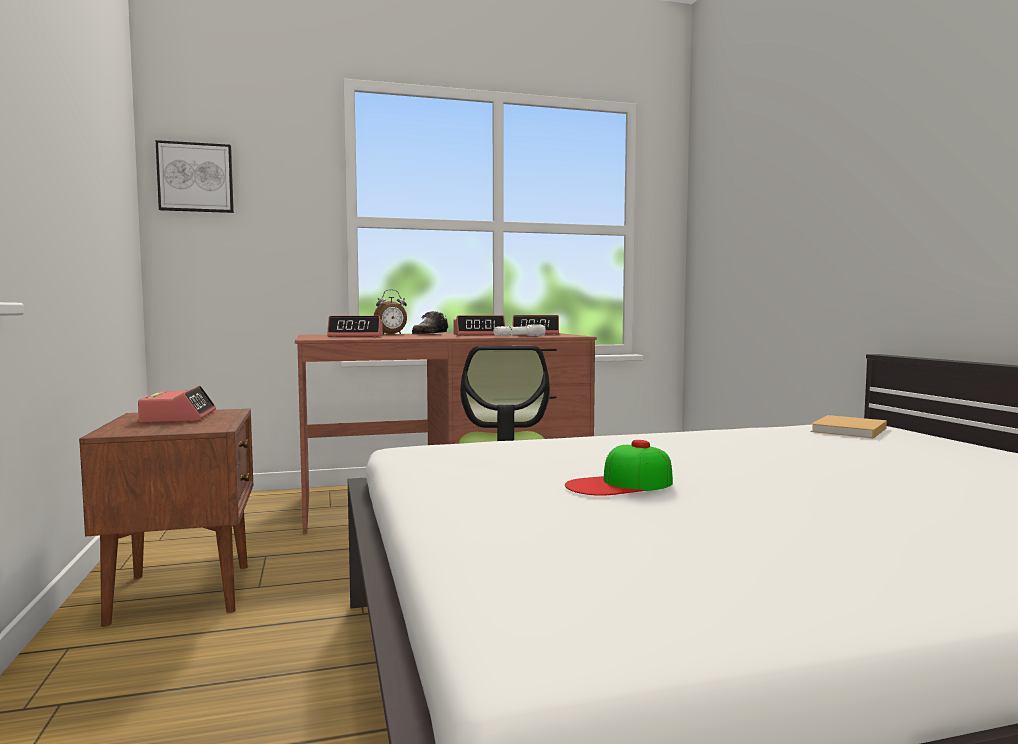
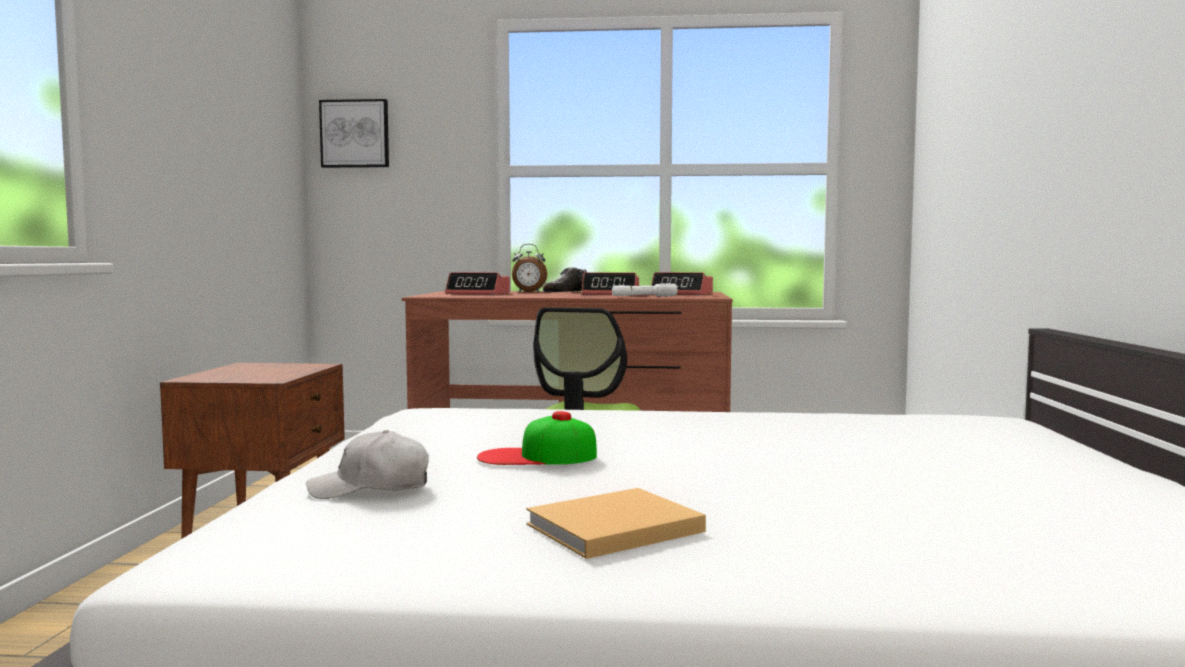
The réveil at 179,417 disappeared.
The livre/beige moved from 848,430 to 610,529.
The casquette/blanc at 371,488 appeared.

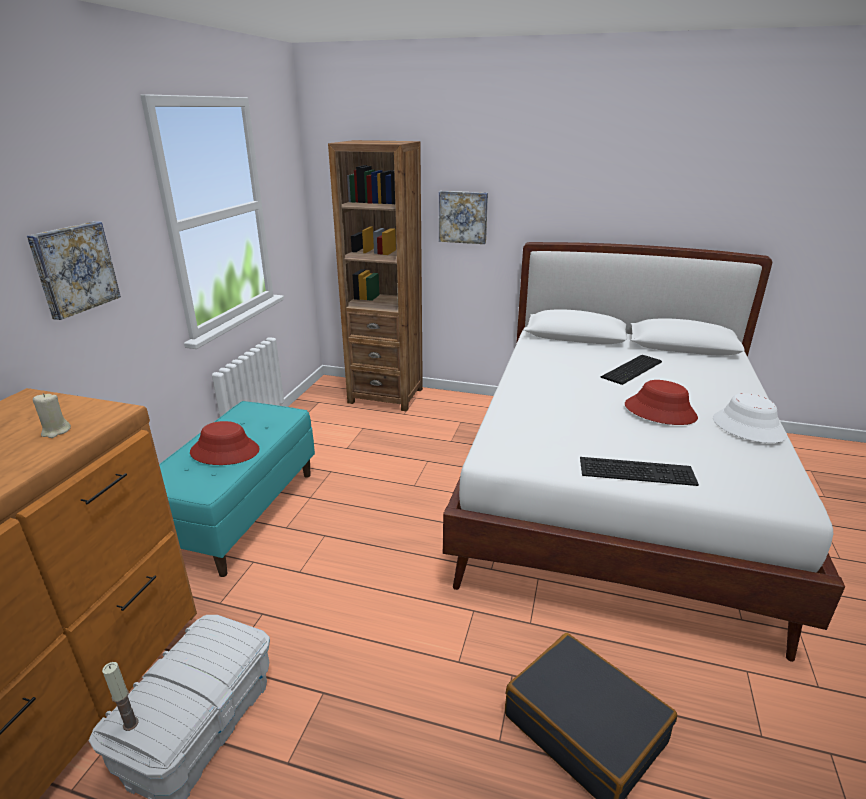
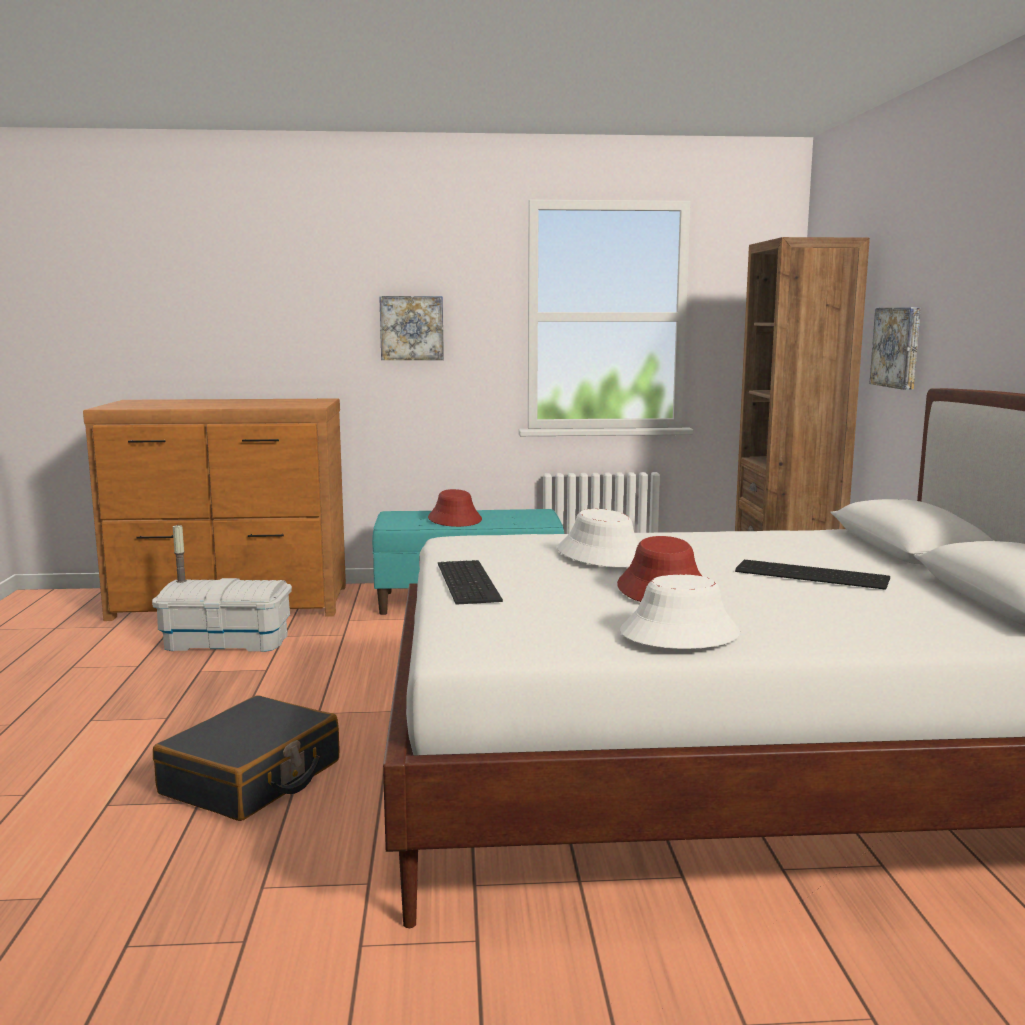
The bougie/beige at 55,431 disappeared.
The chapeau/blanc at 602,555 appeared.

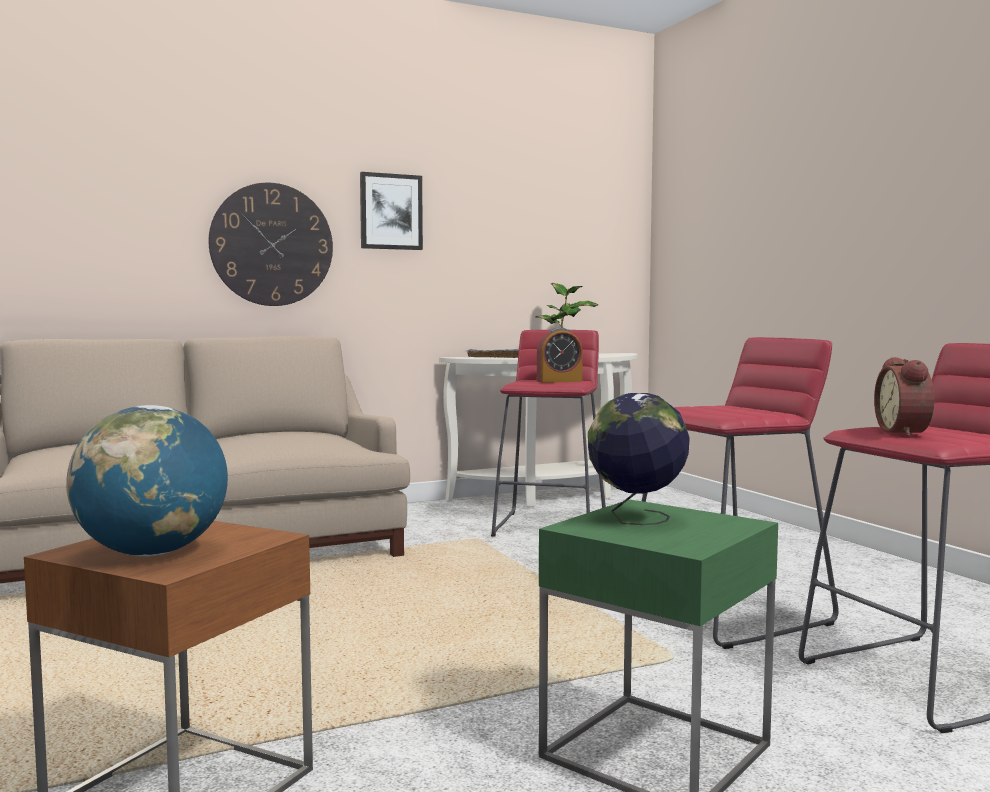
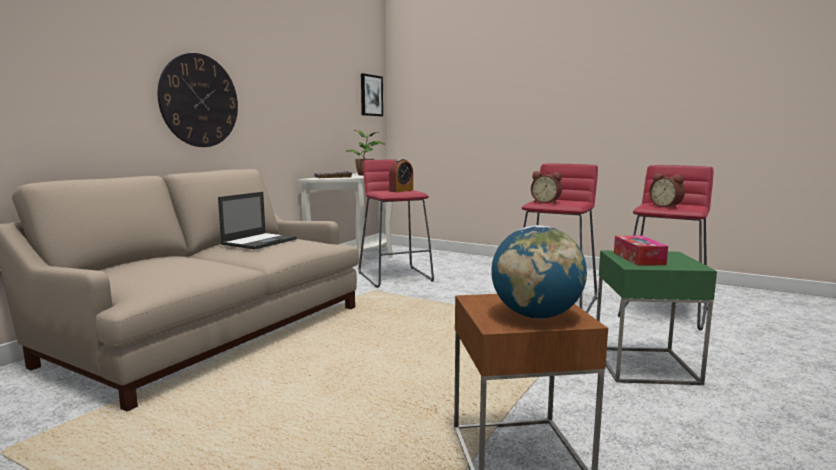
The tableau moved from 390,212 to 371,95.
The globe at 636,519 was replaced by the boîte à mouchoirs at 638,258.
The ordinateur portable at 260,241 appeared.
The réveil at 546,202 appeared.

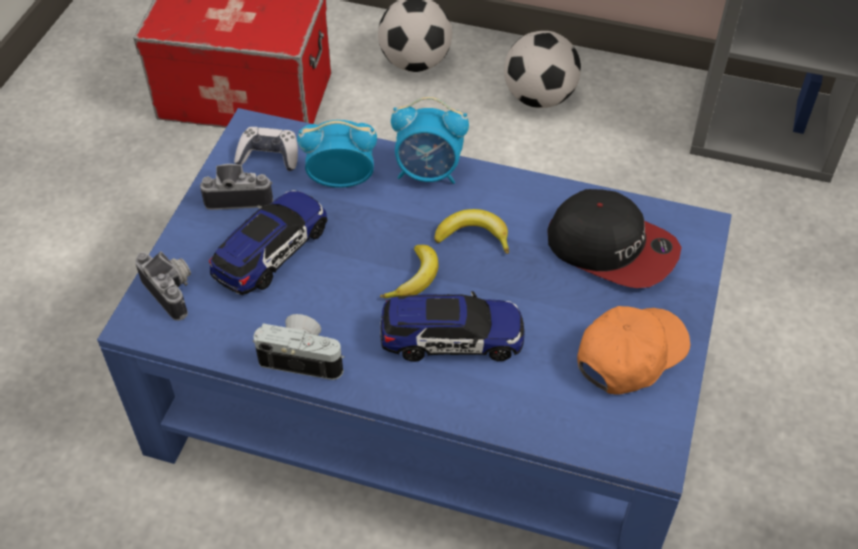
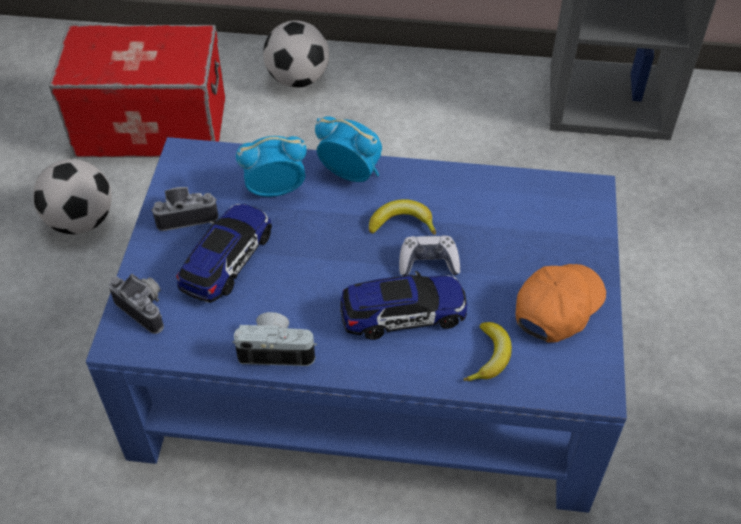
The manette moved from 269,156 to 428,263.
The banane moved from 415,279 to 489,357.
The réveil at 429,173 turned 150 degrees counterclockwise.
The ballon de foot moved from 539,98 to 81,221.
The casquette at 612,248 disappeared.

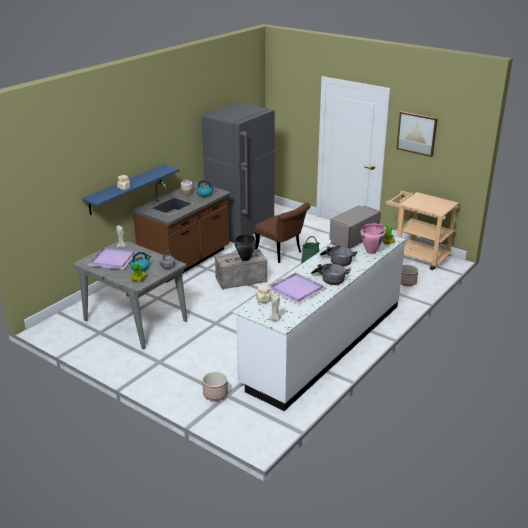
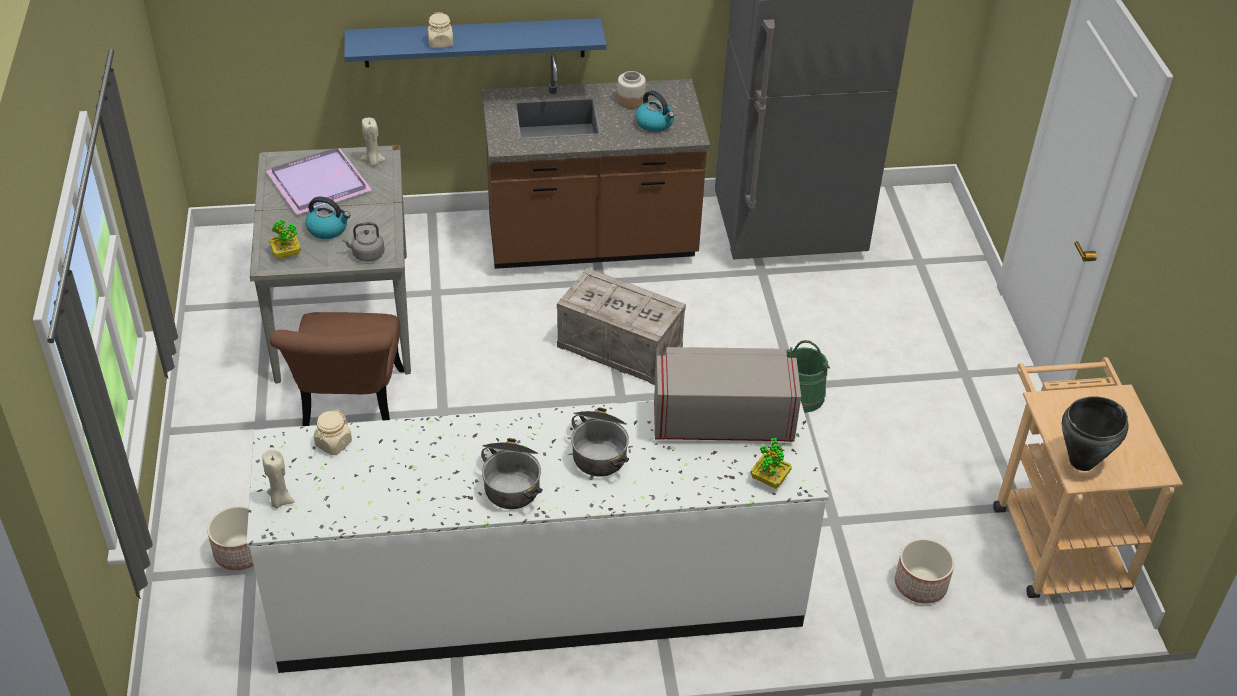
The marmite/noir moved from 245,259 to 1082,462.
The chaise/marron moved from 281,253 to 351,410.
The plateau/violet at 296,290 disappeared.
The marmite/rose at 371,251 disappeared.
The tableau at 417,133 disappeared.

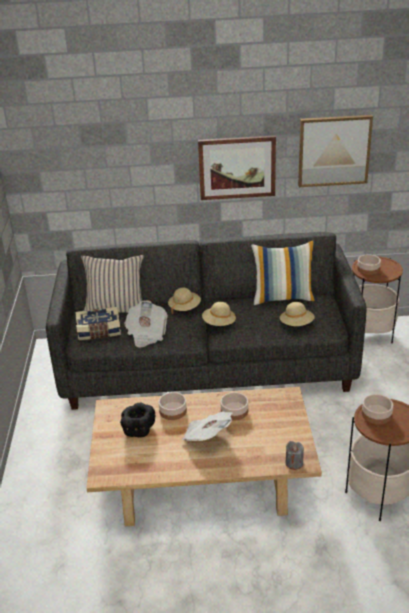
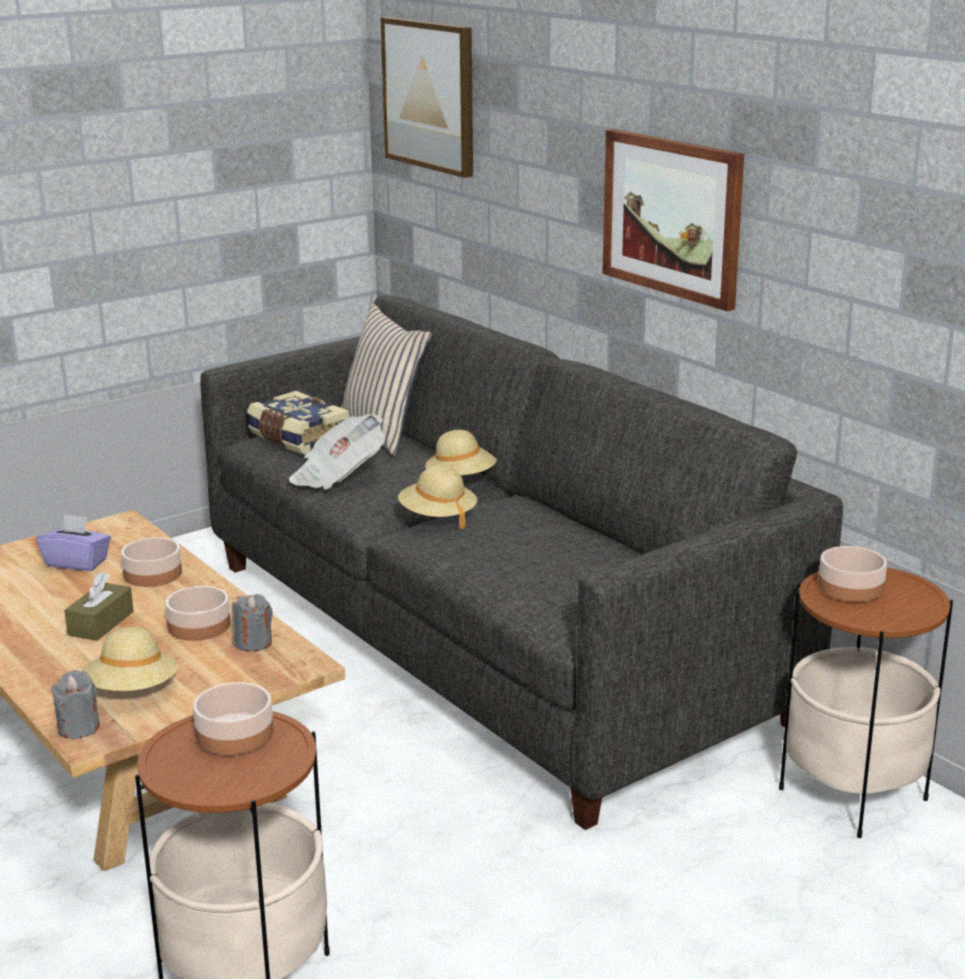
The bol/noir at 138,429 was replaced by the boîte à mouchoirs/violet at 77,562.
The journal at 207,436 was replaced by the boîte à mouchoirs/marron at 101,623.
The coussin at 283,297 disappeared.
The chapeau/beige moved from 296,324 to 132,691.
The tableau moved from 334,150 to 430,95.
The bougie/gris at 253,643 appeared.

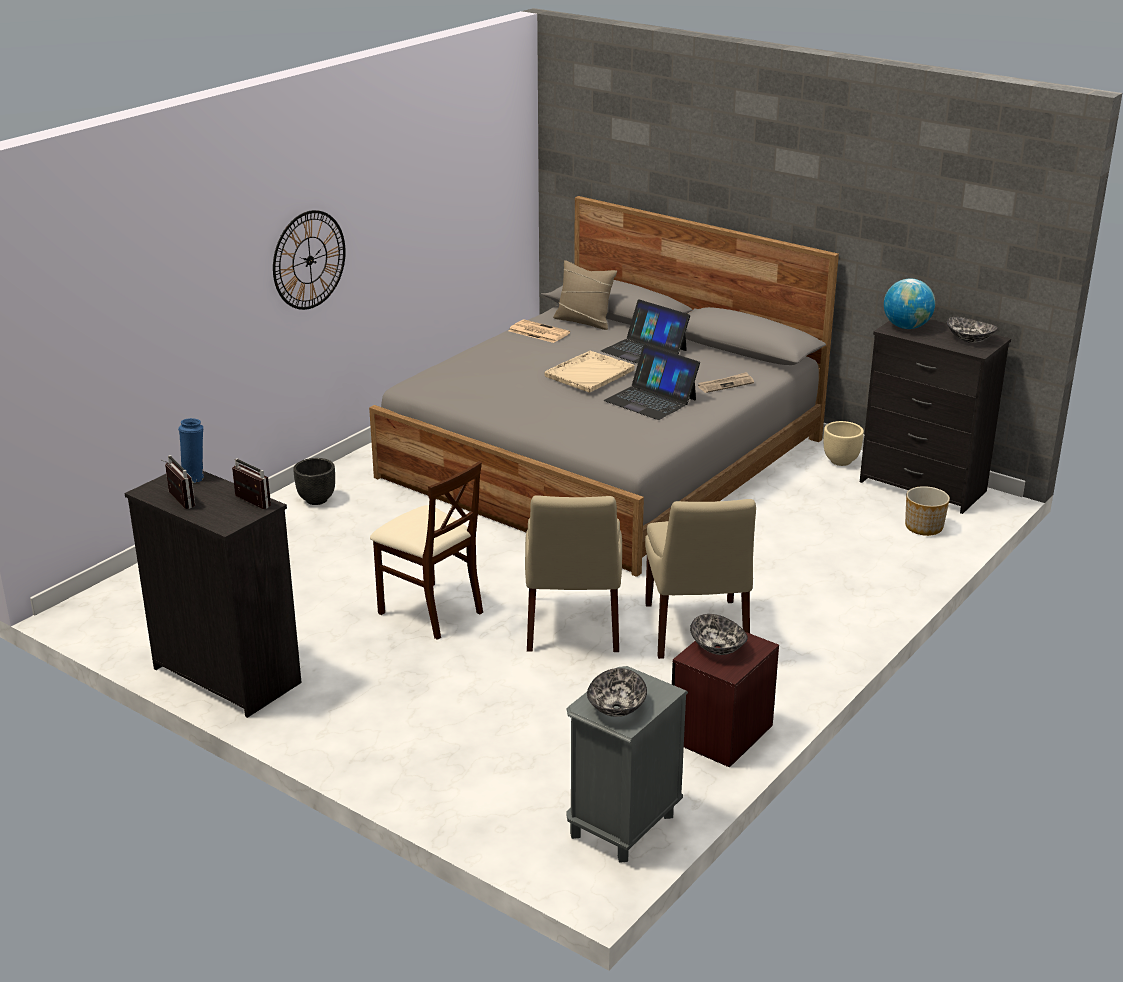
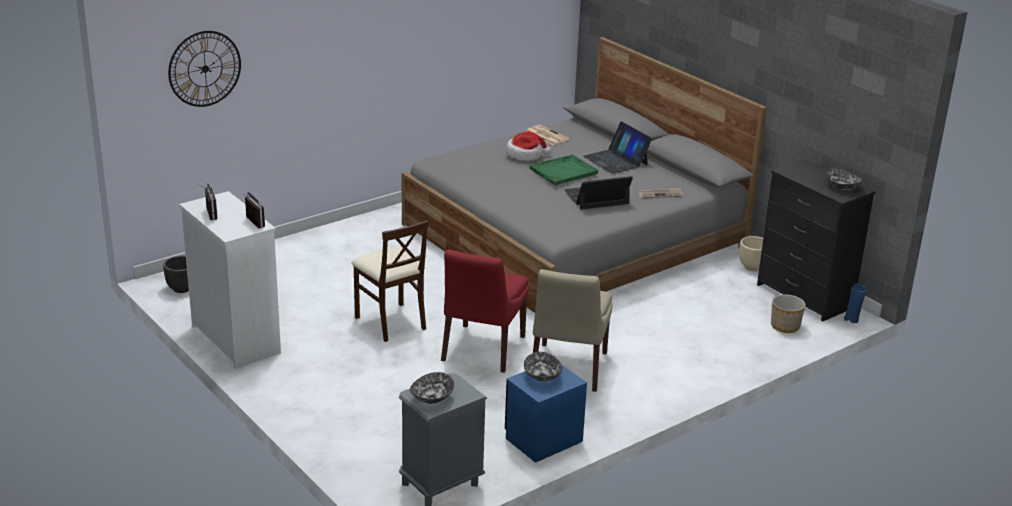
The commode/noir at 227,674 became the commode/blanc at 236,339.
The vase/bleu moved from 194,477 to 852,319.
The horloge murale moved from 309,260 to 205,68.
The cache-pot/noir moved from 316,500 to 182,288.
The chaise/beige at 573,627 became the chaise/rouge at 482,350.
The plateau/beige at 590,373 became the plateau/vert at 564,171.
The coussin/beige at 584,321 disappeared.
The ordinateur portable at 651,400 turned 105 degrees clockwise.
The table de chevet/marron at 721,733 became the table de chevet/bleu at 543,440.
The globe at 906,327 disappeared.
The chapeau at 525,155 appeared.

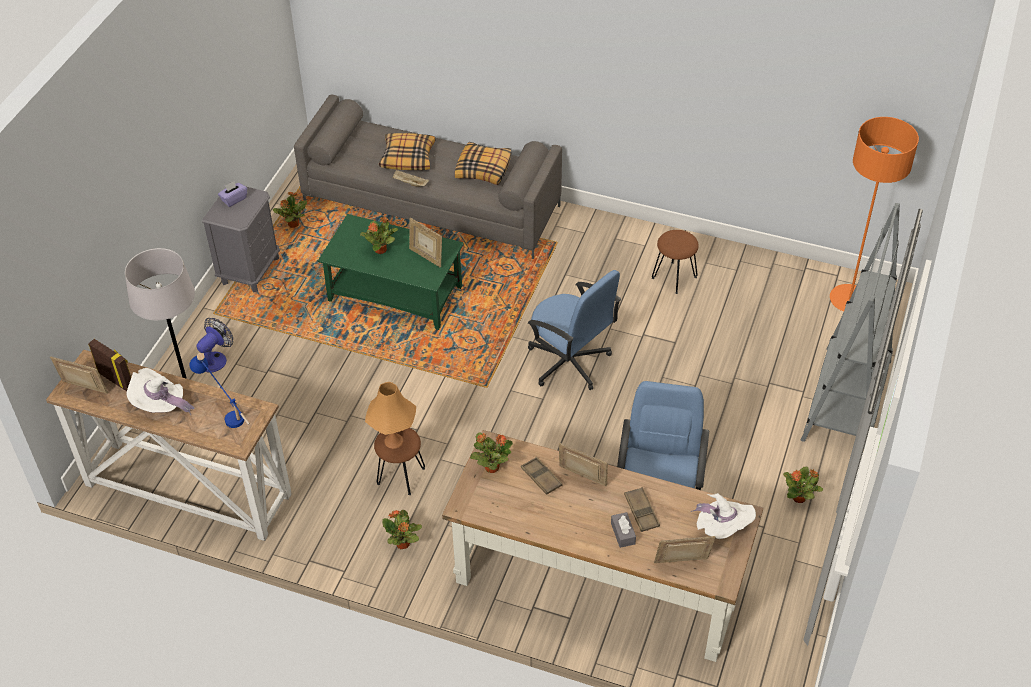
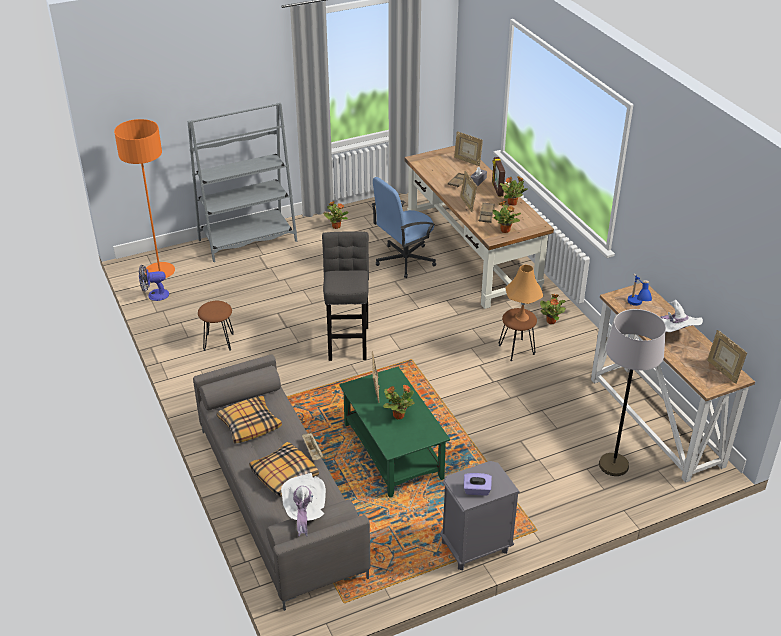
The cadre photo moved from 117,380 to 497,189.
The ventilateur moved from 216,358 to 154,295.
The plante en pot moved from 293,224 to 512,203.
The chaise de bureau/bleu at 569,363 was replaced by the tabouret/gris at 348,341.
The chapeau/blanc moved from 722,528 to 304,512.

